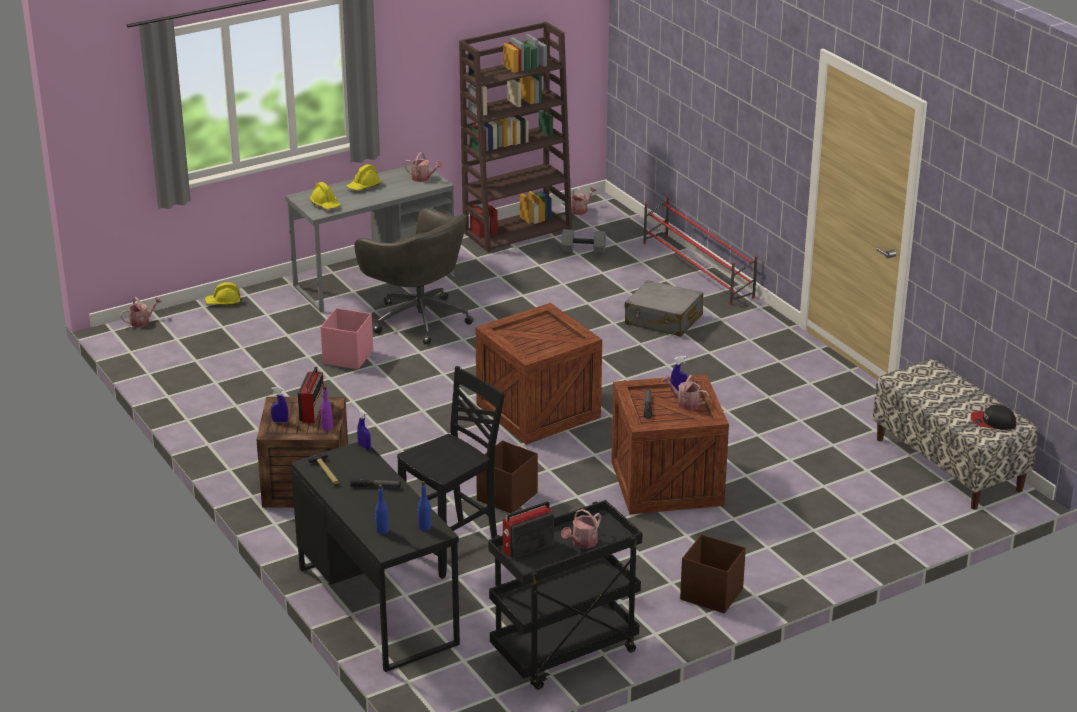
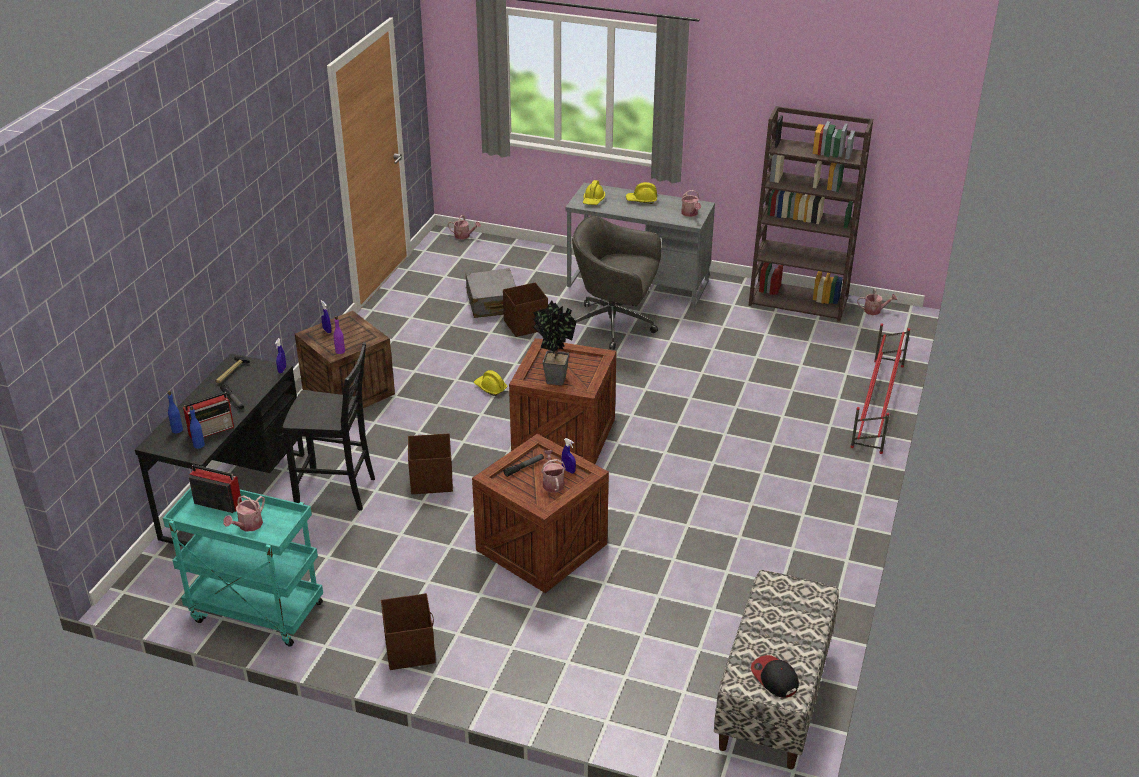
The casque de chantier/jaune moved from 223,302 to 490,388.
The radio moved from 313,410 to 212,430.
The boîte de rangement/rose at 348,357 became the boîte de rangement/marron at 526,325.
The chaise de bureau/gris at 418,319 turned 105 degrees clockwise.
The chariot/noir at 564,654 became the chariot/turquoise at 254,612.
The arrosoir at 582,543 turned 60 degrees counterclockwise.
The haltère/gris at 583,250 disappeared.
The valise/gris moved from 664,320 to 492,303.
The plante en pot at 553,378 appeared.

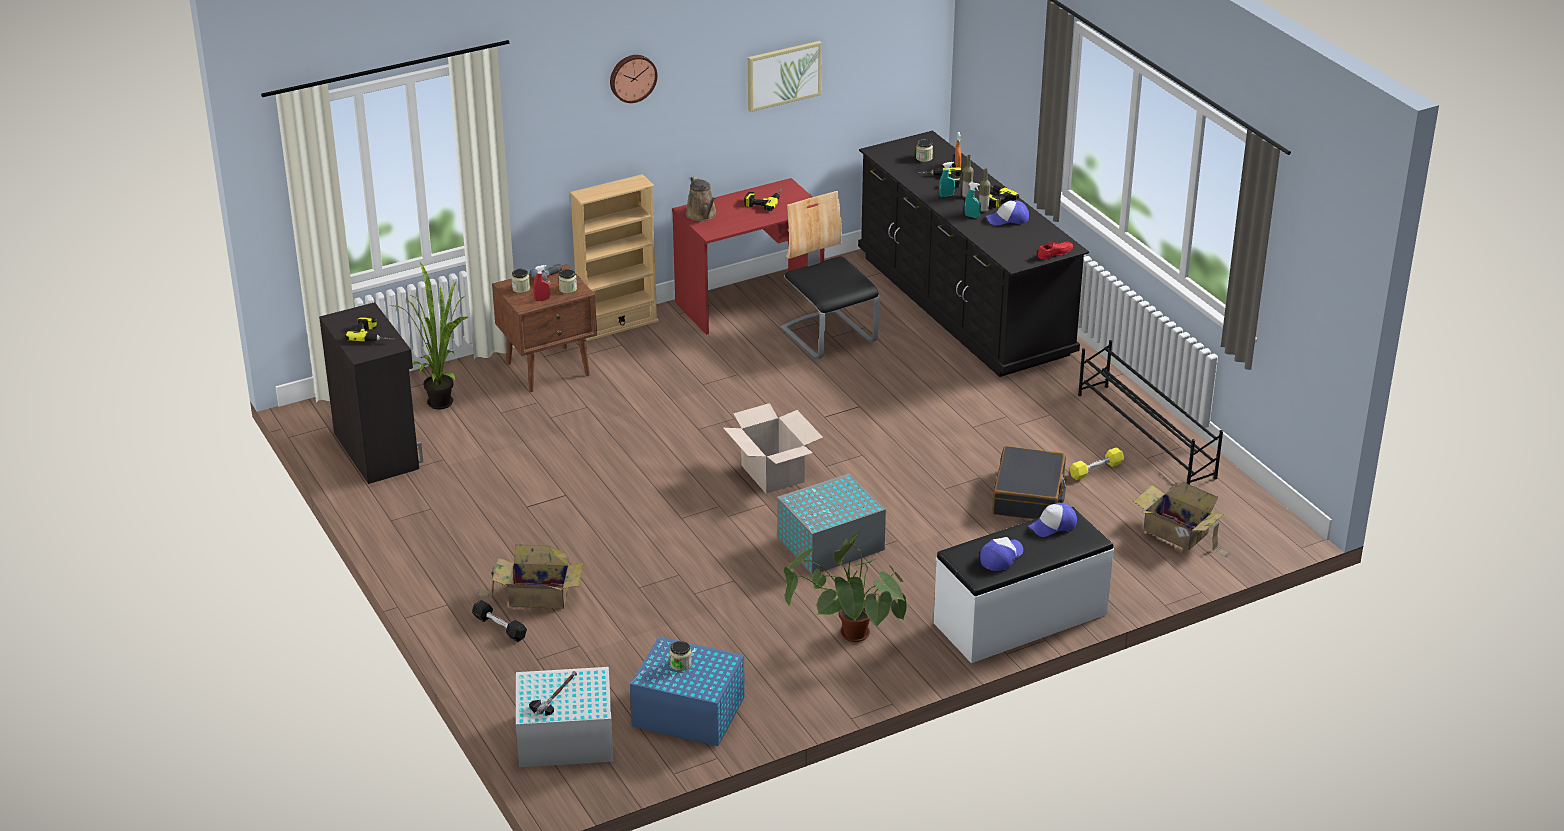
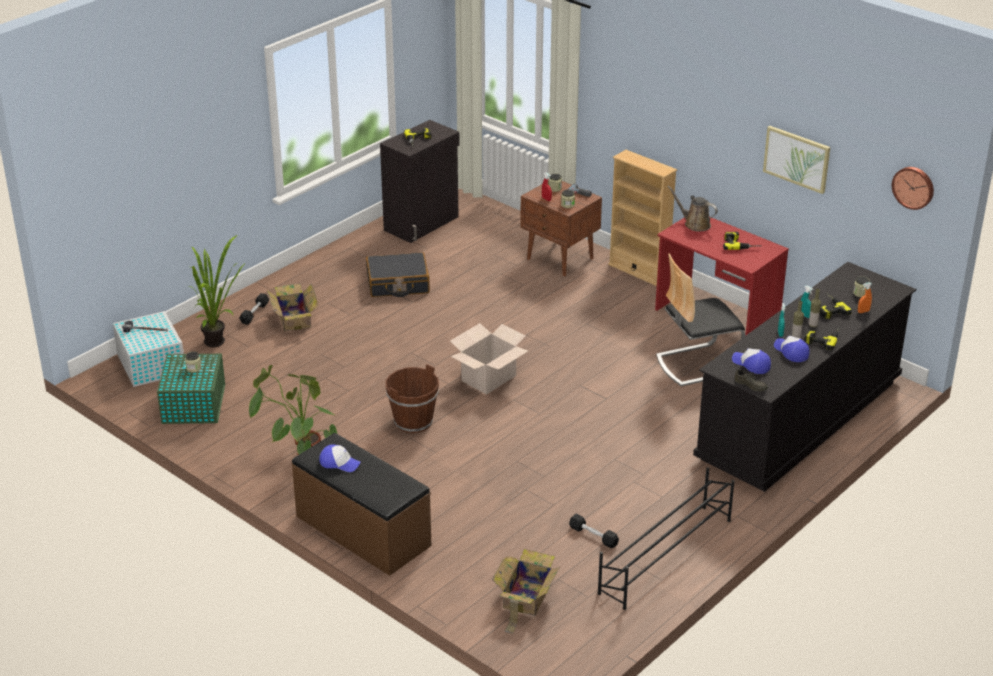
The plante en pot moved from 442,400 to 219,342.
The horloge murale moved from 632,77 to 913,187.
The boîte de rangement/bleu at 687,711 became the boîte de rangement/vert at 194,403.
The arrosoir/marron at 702,215 turned 75 degrees clockwise.
The boîte de rangement/gris at 829,544 was replaced by the seau/marron at 413,421.
The chaise at 828,336 turned 150 degrees counterclockwise.
The banc/blanc at 1021,619 became the banc/marron at 362,531.
The valise/noir moved from 1029,496 to 398,284.
The casquette moved from 1053,526 to 751,364.
The chaussure/rouge at 1055,254 became the chaussure/gris at 750,386.
The haltère/jaune at 1096,470 became the haltère/noir at 593,536.

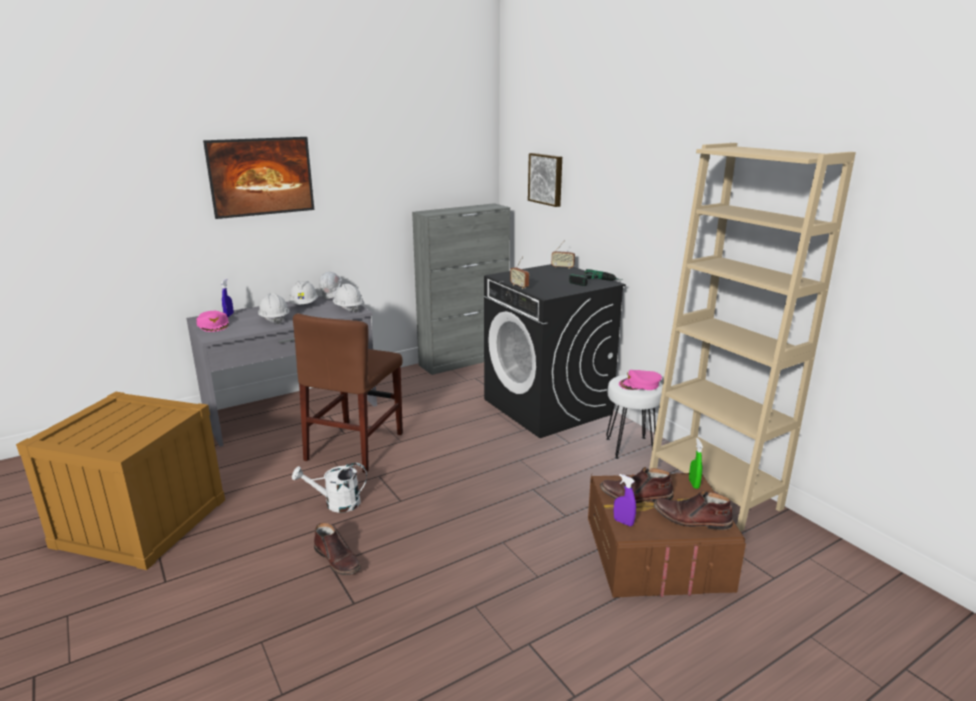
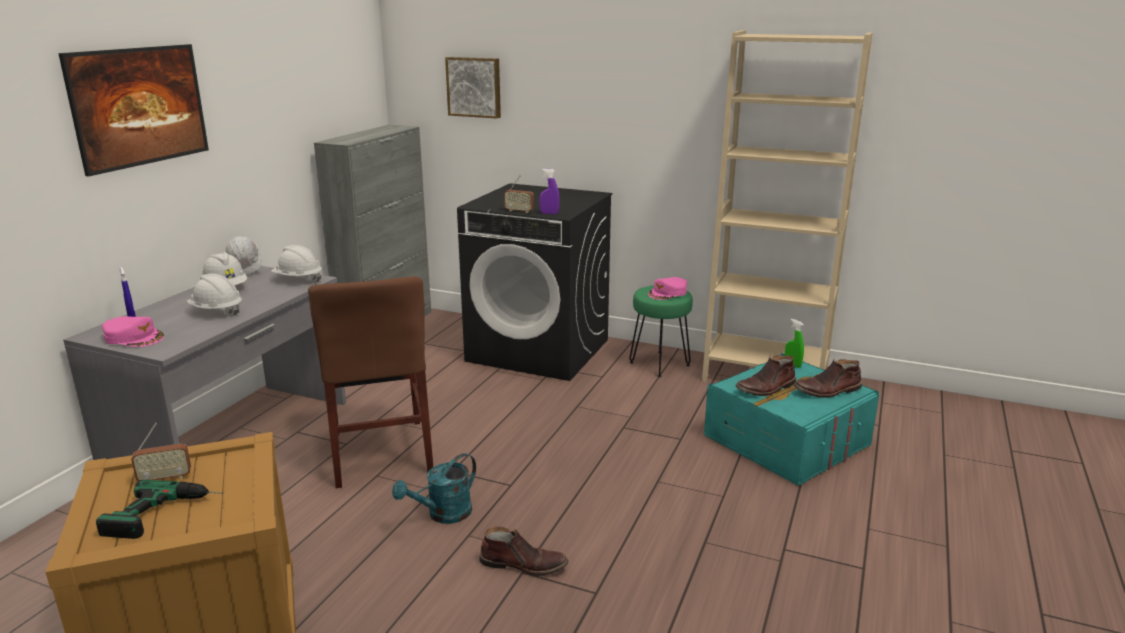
The arrosoir/blanc at 336,503 became the arrosoir/turquoise at 443,515.
The radio moved from 562,267 to 165,478.
The perceuse moved from 596,282 to 166,514.
The boîte de rangement/marron at 656,554 became the boîte de rangement/turquoise at 786,441.
The tabouret/blanc at 631,448 became the tabouret/vert at 660,364.
The vaporisateur/violet moved from 623,522 to 549,213.

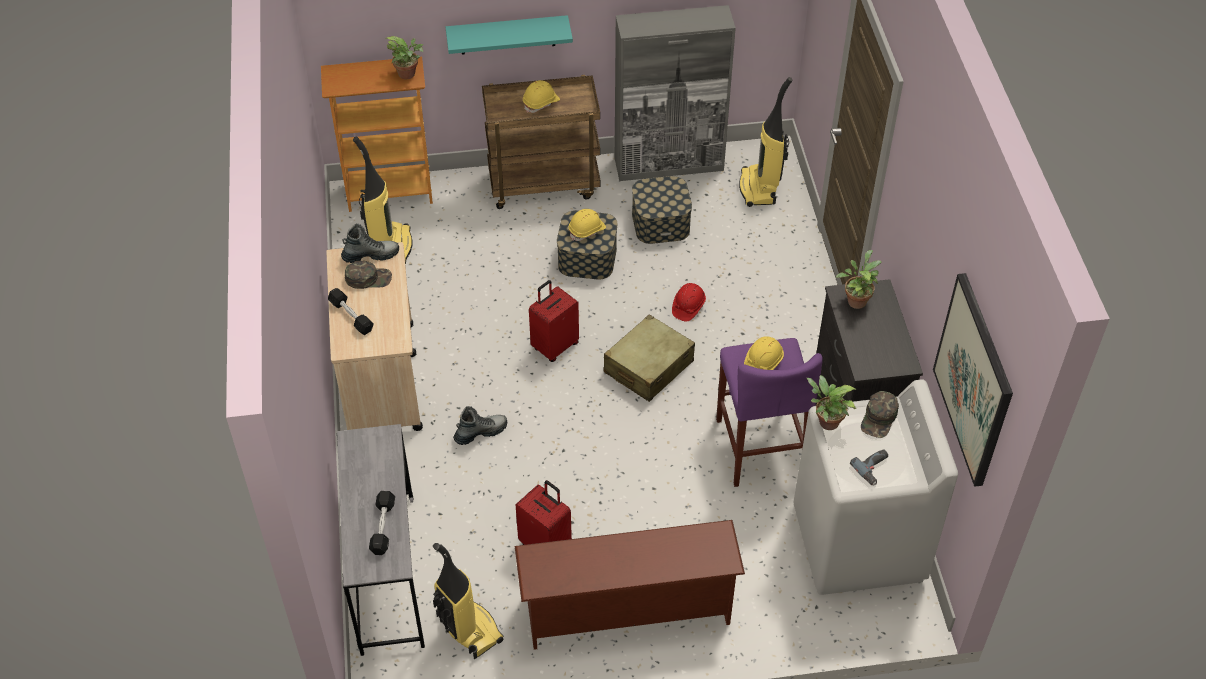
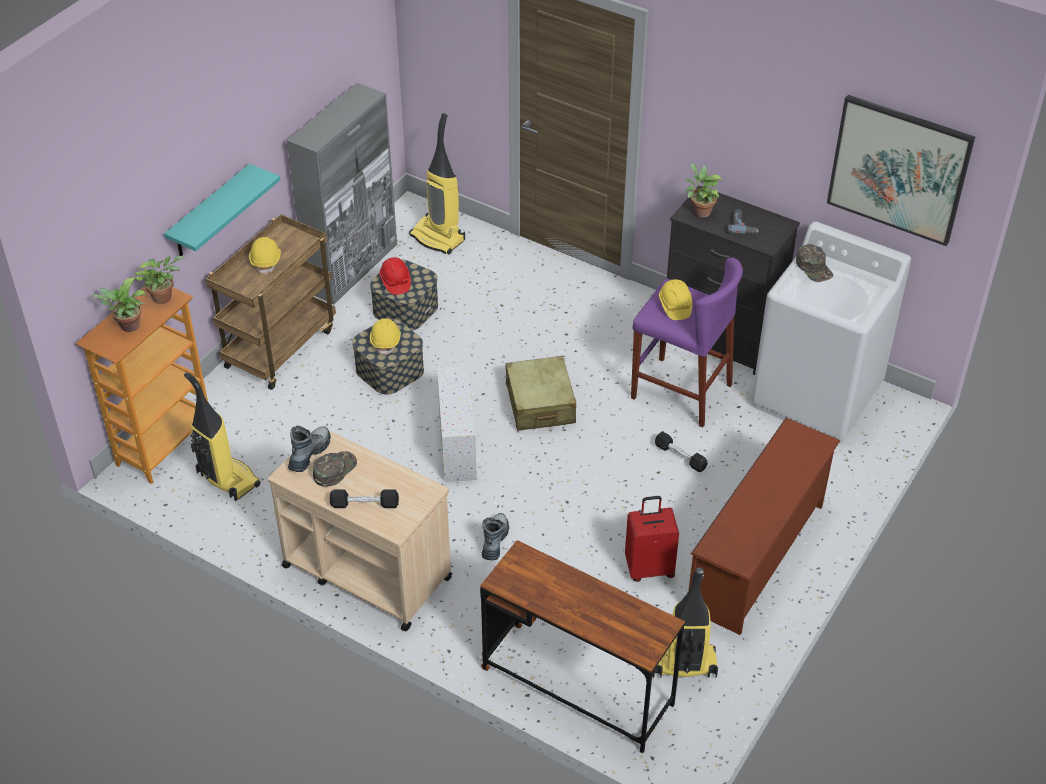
The bureau/gris at 387,574 became the bureau/marron at 577,687.
The haltère/noir moved from 383,527 to 680,456.
The valise/rouge at 554,346 was replaced by the boîte de rangement/blanc at 457,443.
The casque de chantier/rouge moved from 688,307 to 395,282.
The plante en pot moved from 826,422 to 127,327.
The perceuse moved from 874,469 to 743,225.

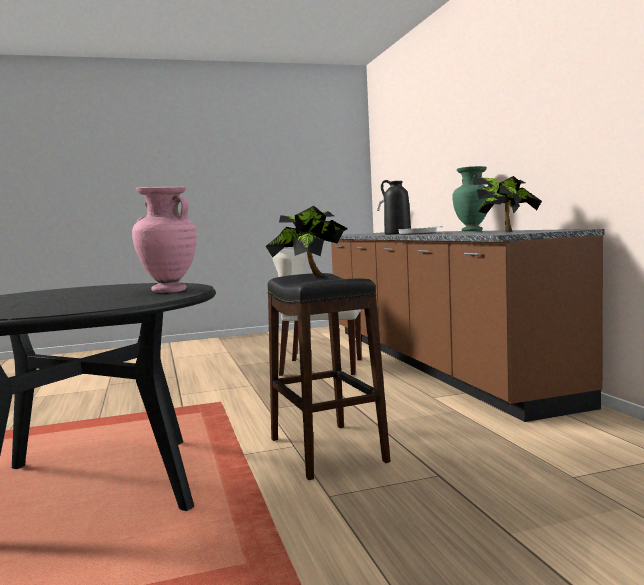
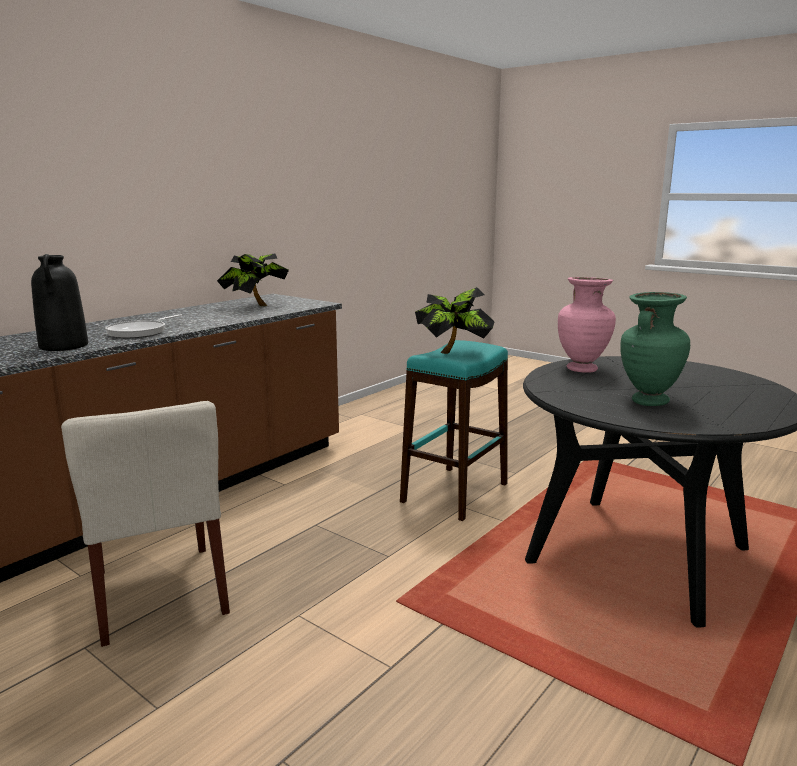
The tabouret/noir at 327,450 became the tabouret/turquoise at 455,492.
The vase/vert moved from 472,231 to 648,401.

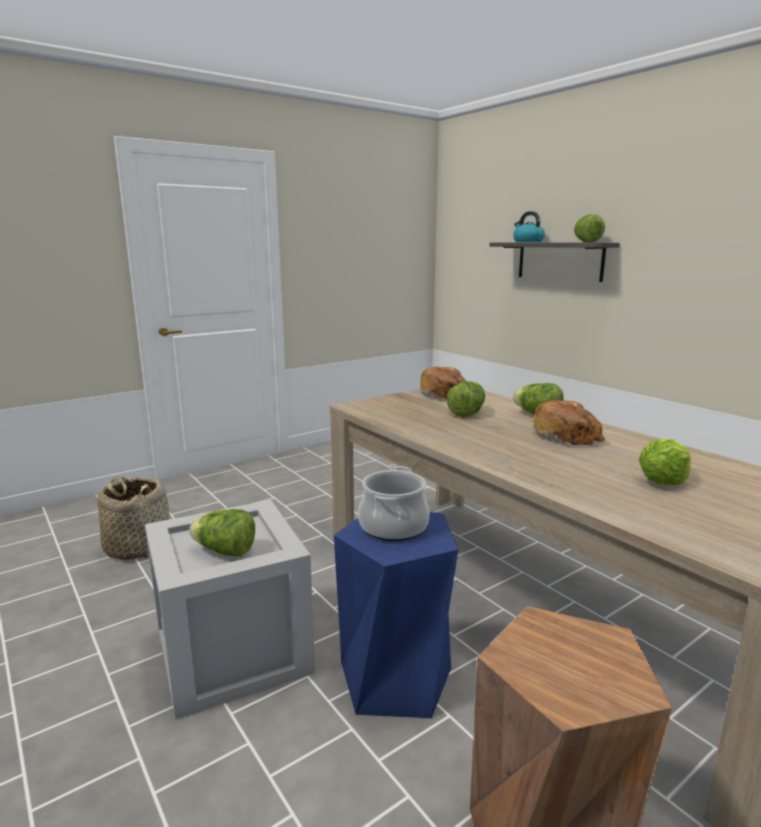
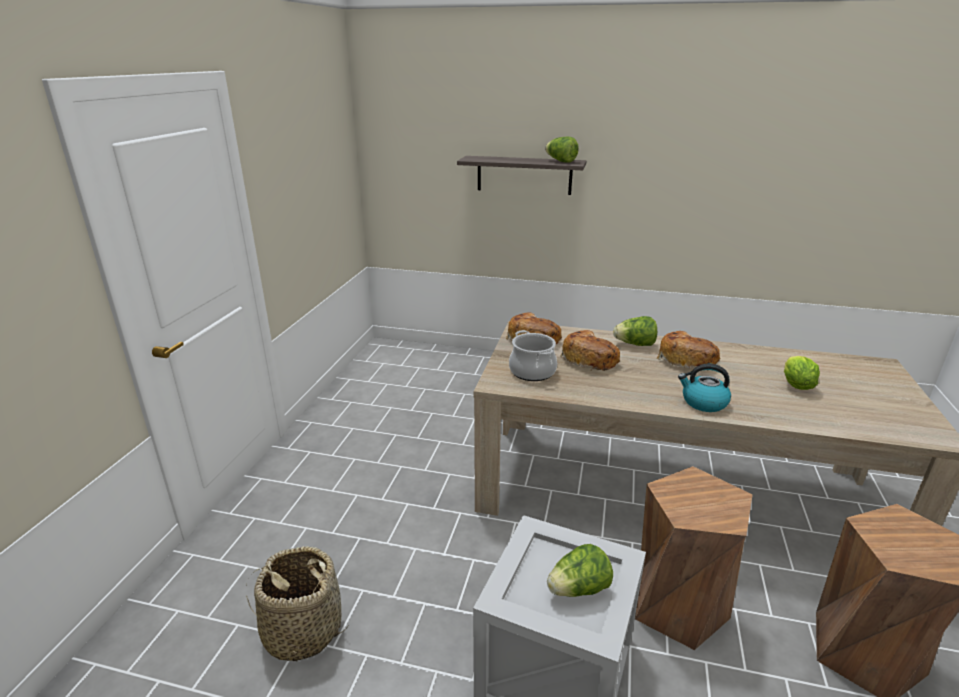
The tabouret/bleu at 395,678 became the tabouret/marron at 678,605.
The marmite moved from 394,527 to 532,371.
The laitue at 467,413 was replaced by the pain at 589,359.
The bouilloire moved from 527,242 to 703,402.

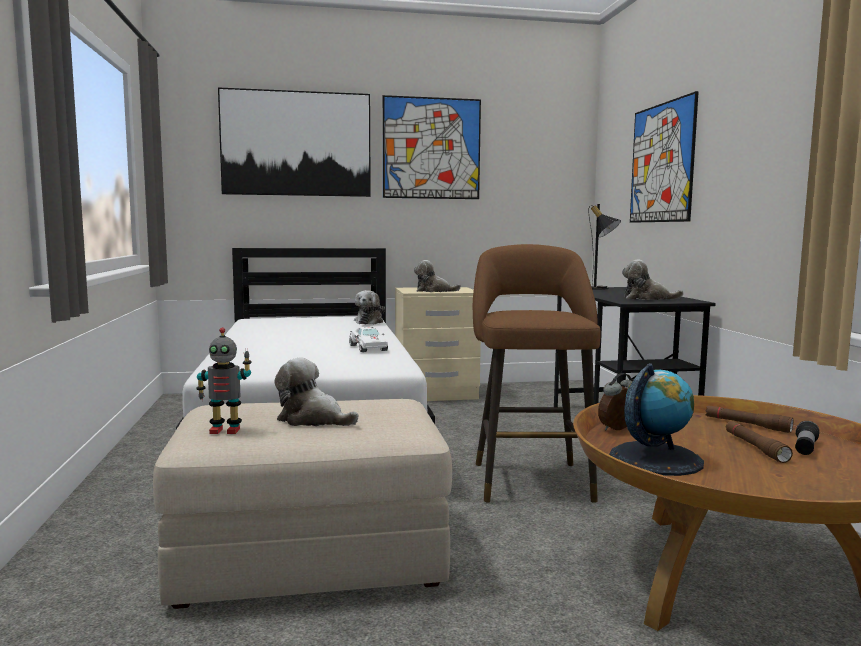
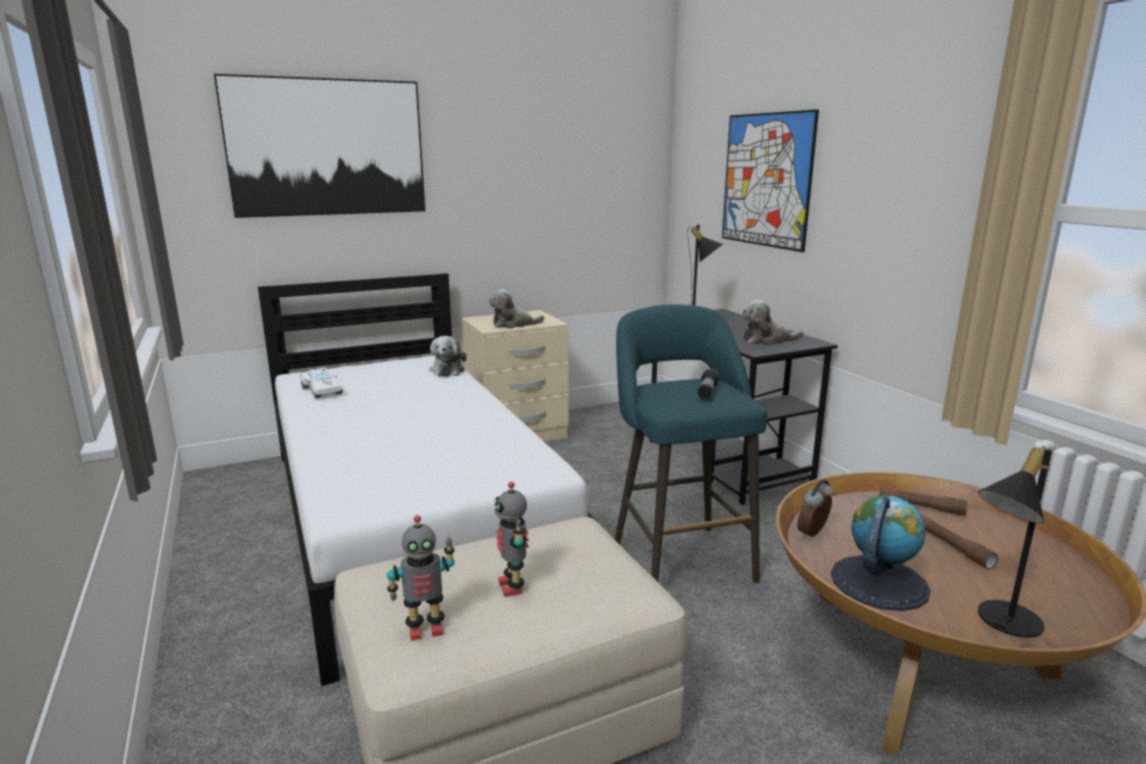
The peluche at 313,420 was replaced by the robot jouet at 513,586.
The petite voiture/blanc moved from 368,348 to 322,390.
The tableau at 431,148 disappeared.
The tabouret/marron at 530,478 became the tabouret/turquoise at 679,557.
The lampe de poche moved from 805,448 to 707,392.
The lampe de table/noir at 1000,620 appeared.

